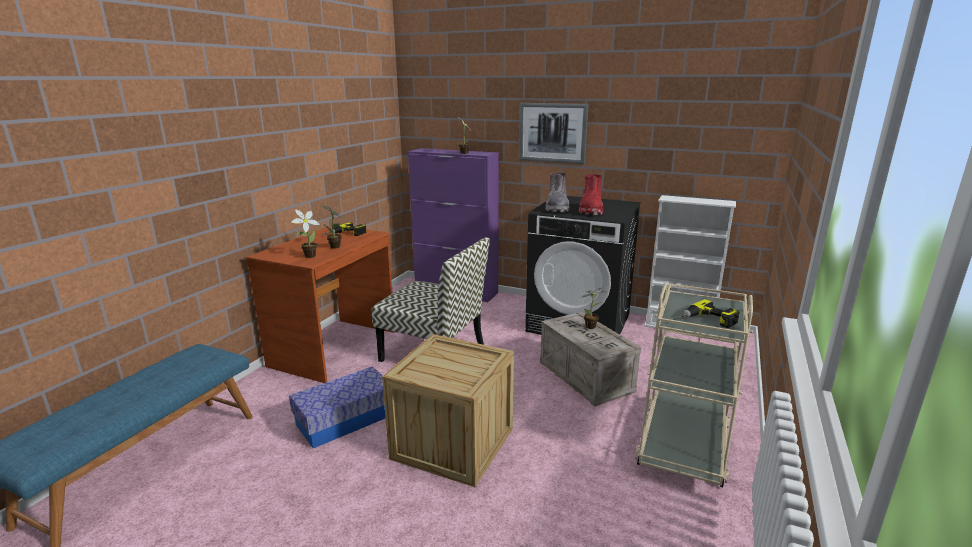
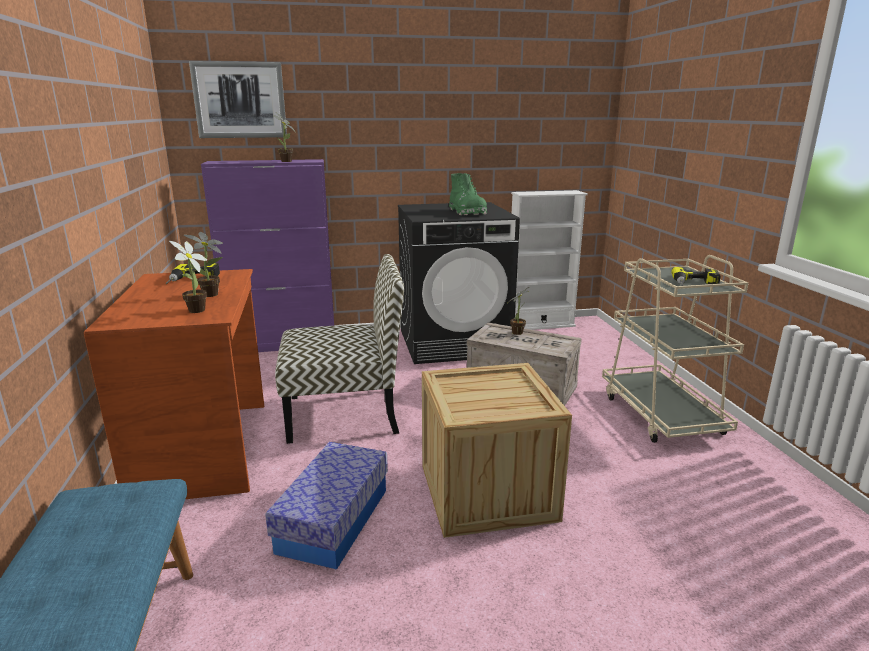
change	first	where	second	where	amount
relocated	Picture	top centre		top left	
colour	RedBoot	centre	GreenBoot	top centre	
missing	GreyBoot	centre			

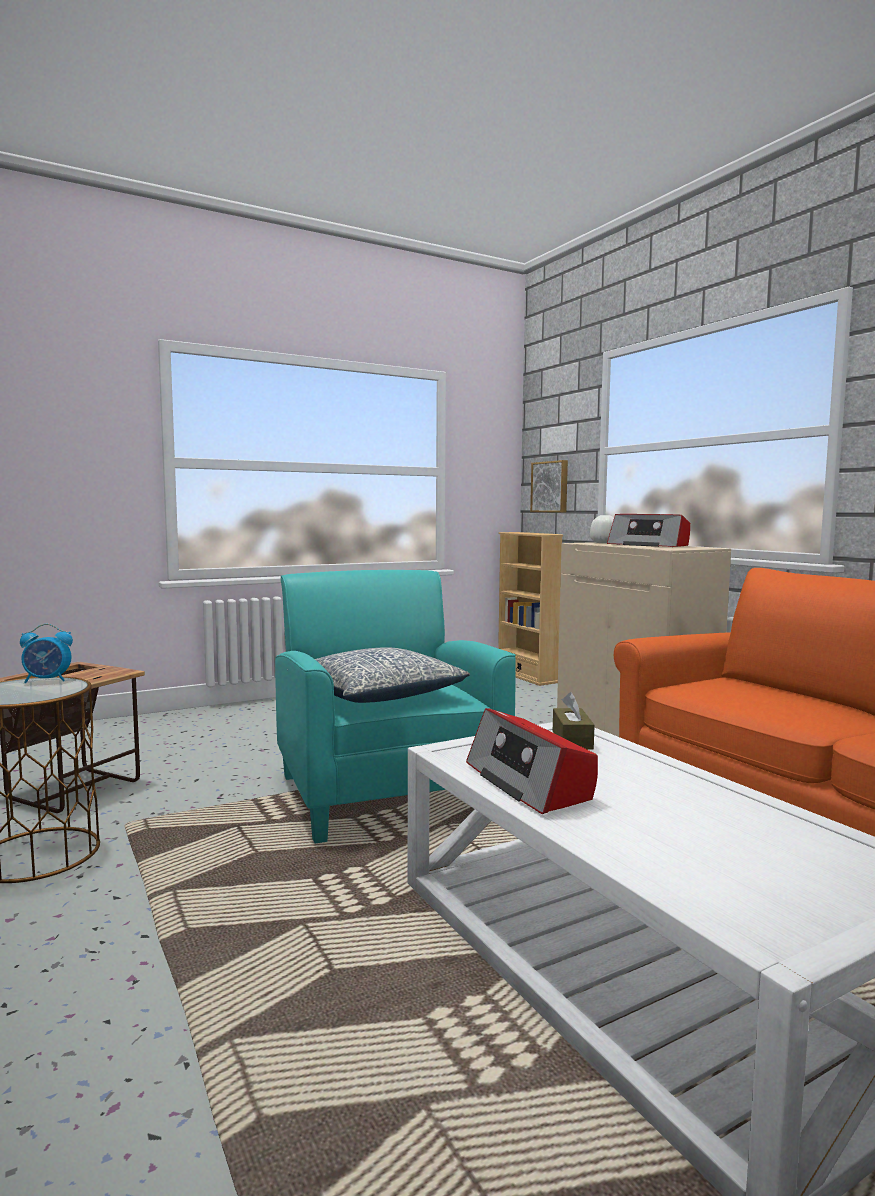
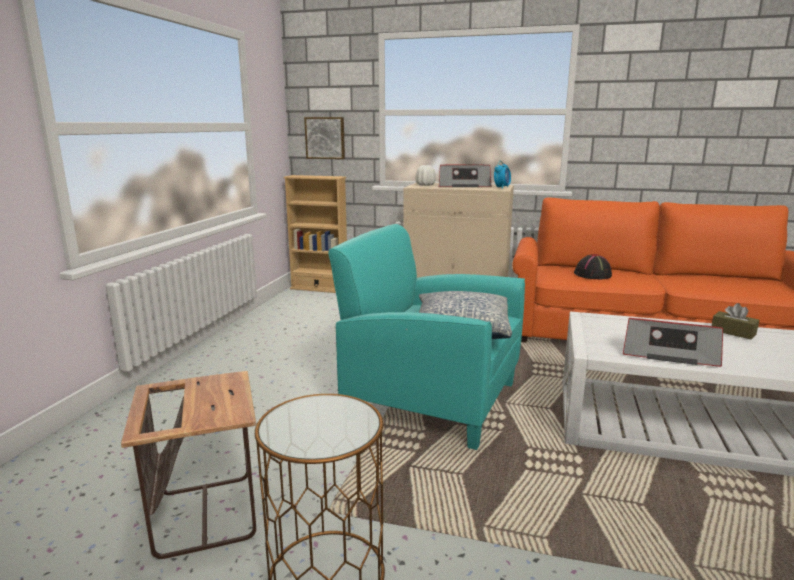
change	first	where	second	where	amount
relocated	AlarmClock	middle left		top centre	
appeared			BlackHat	middle right	
relocated	BrownTissueBox	centre		middle right	

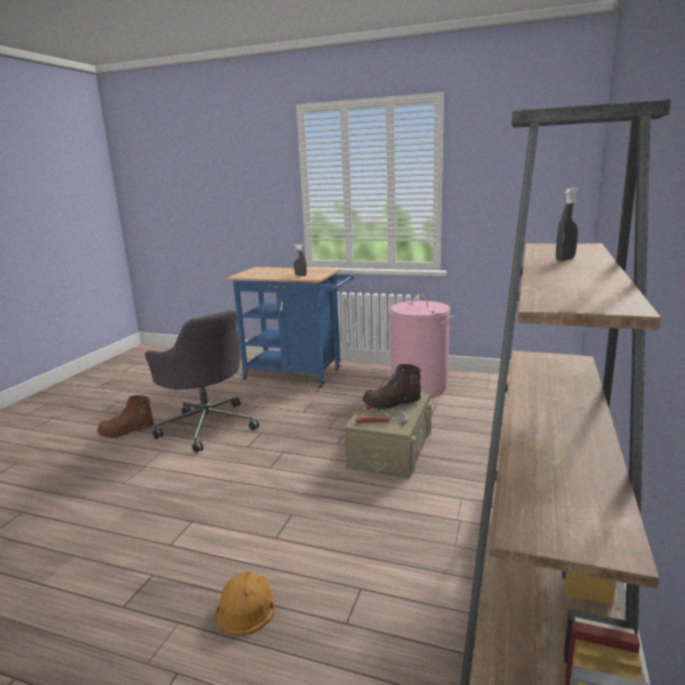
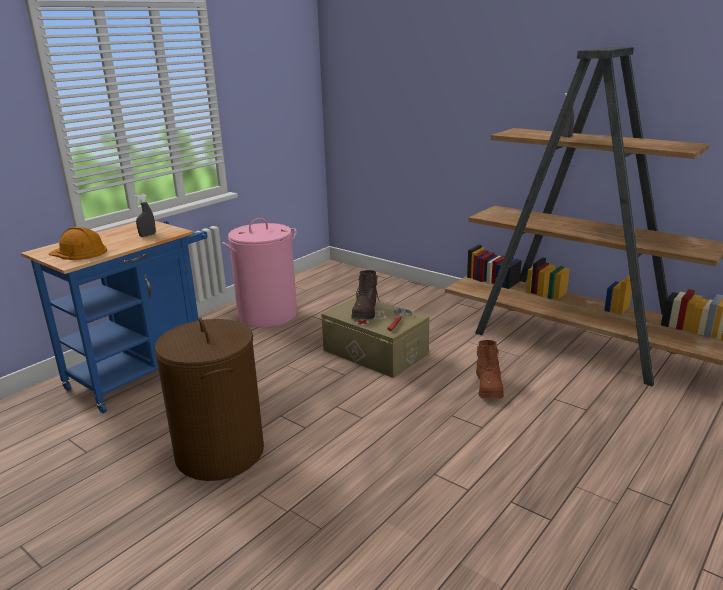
change	first	where	second	where	amount
relocated	OrangeHardHat	bottom centre		middle left	
exchanged	GreyOfficeChair	middle left	BrownLaundryBasket	bottom left	
relocated	BrownBoot (no. 1 from left in the first image)	middle left	BrownBoot (no. 2 from left)	middle right	

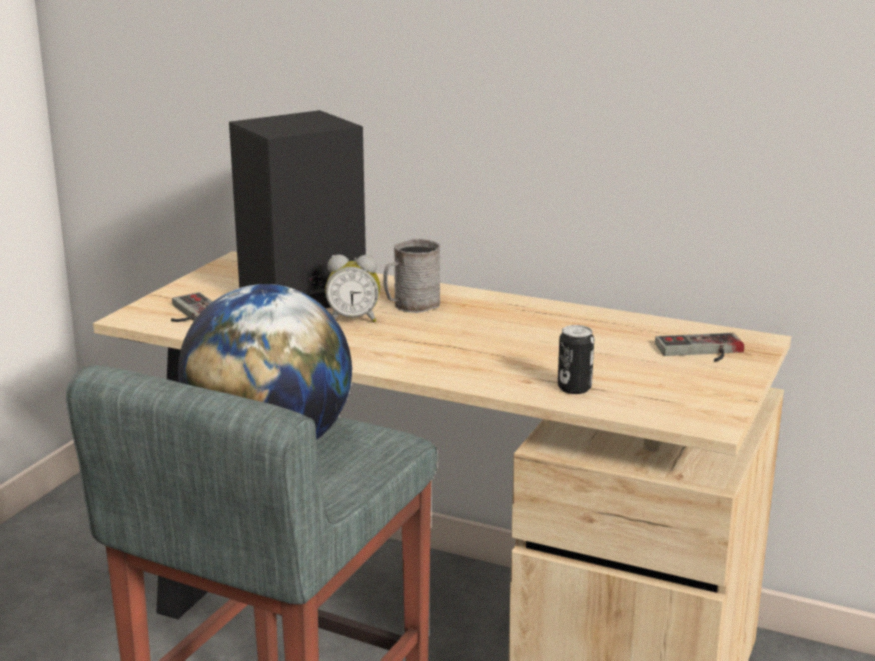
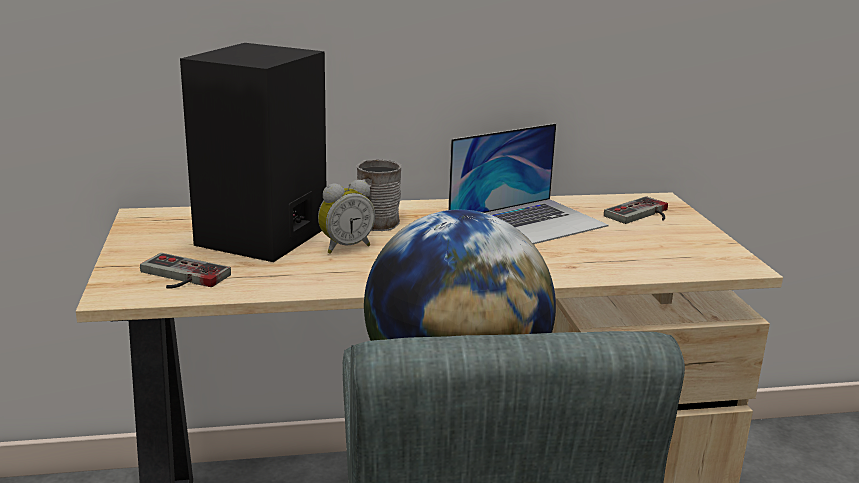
change	first	where	second	where	amount
appeared			Laptop	centre	
missing	Can	centre			

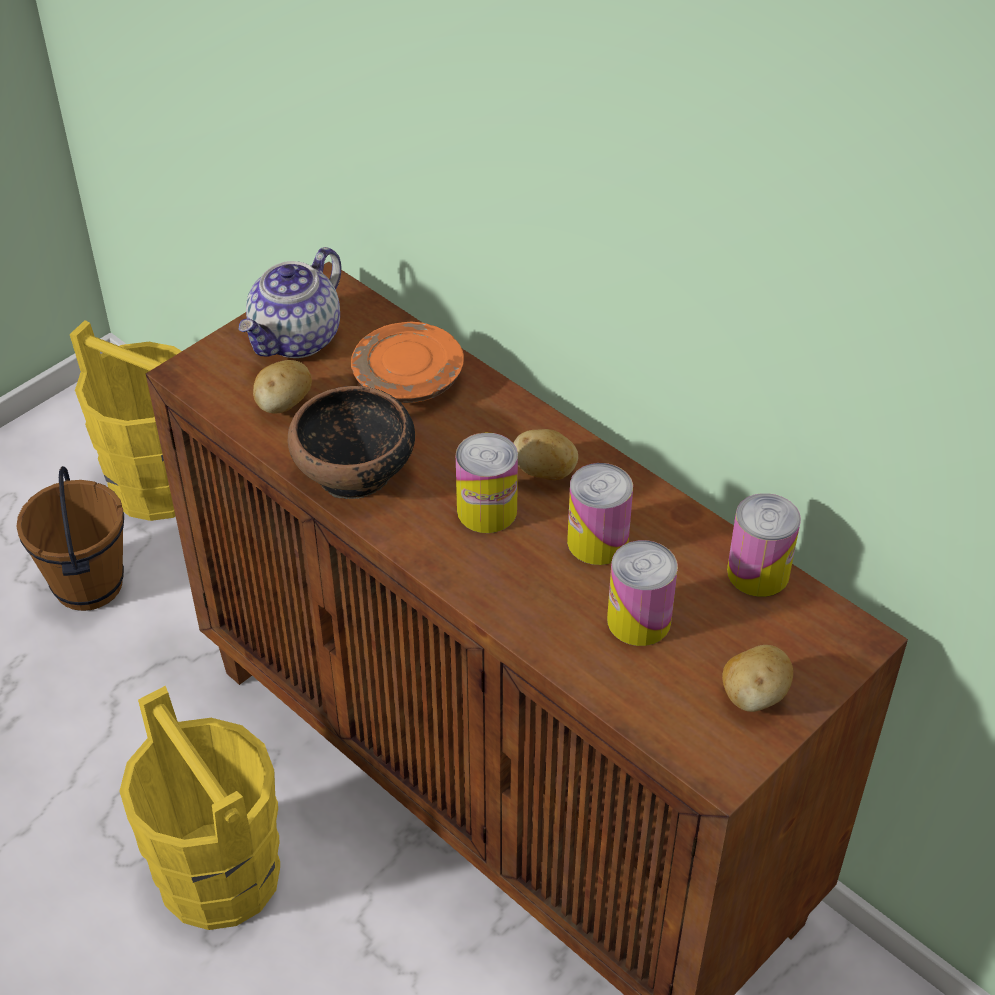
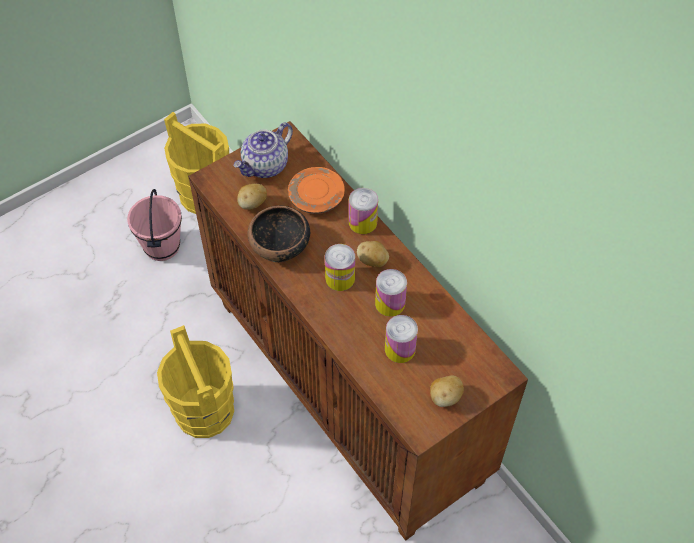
change	first	where	second	where	amount
colour	BrownBucket	middle left	PinkBucket	middle left	
relocated	Can (no. 4 from left in the first image)	middle right	Can (no. 2 from left)	centre	

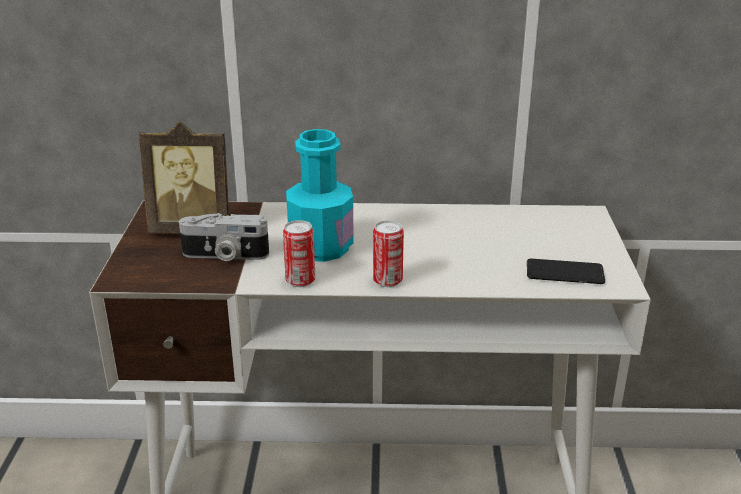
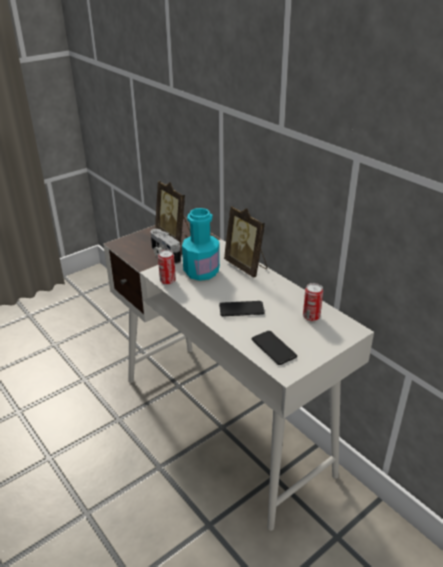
change	first	where	second	where	amount
appeared			Phone (no. 1 from left)	centre	
appeared			PictureFrame (no. 2 from left)	centre	
relocated	Can (no. 2 from left)	centre		middle right	

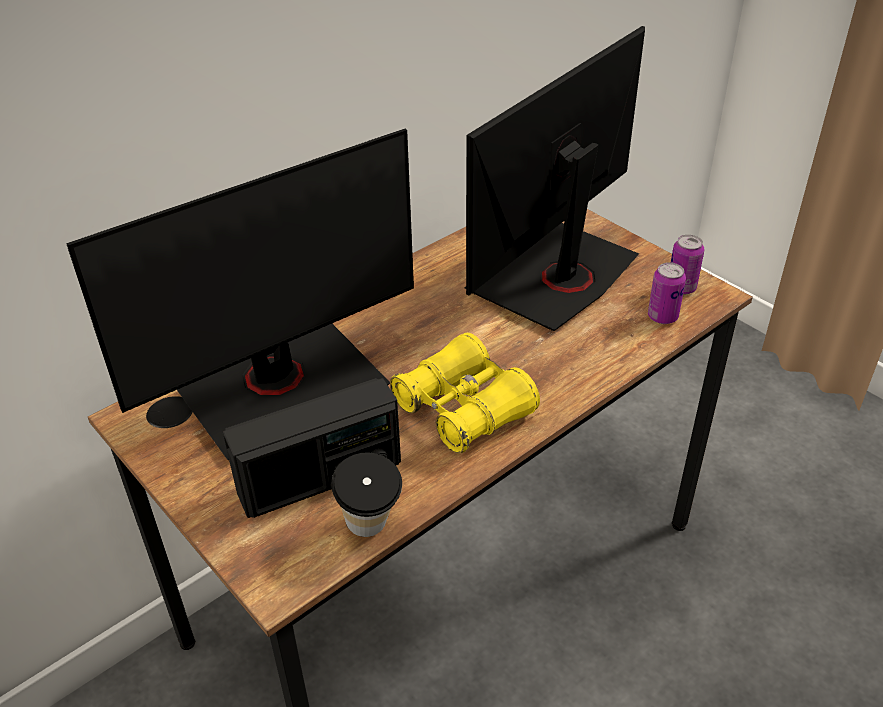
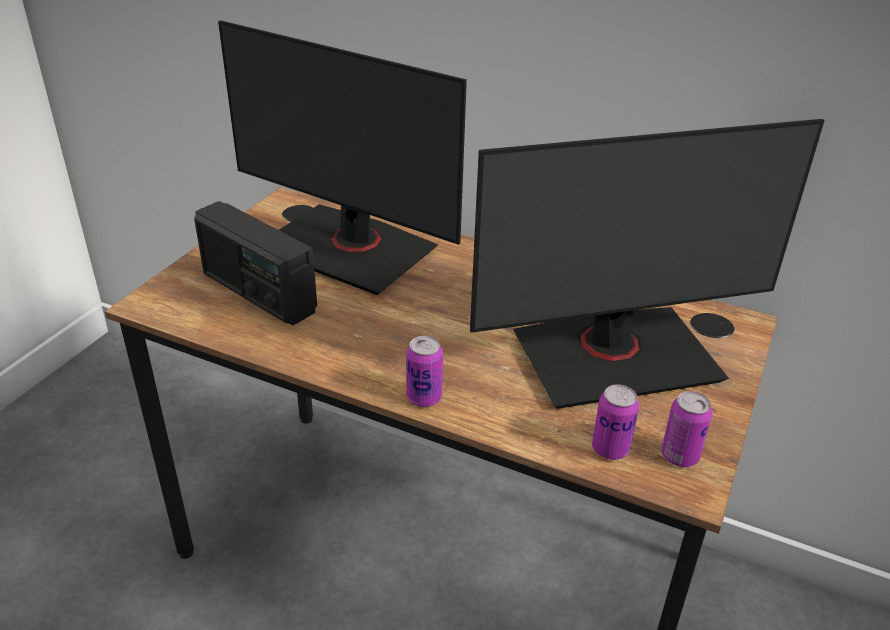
change	first	where	second	where	amount
appeared			Can (no. 1 from left)	centre	
spun	Monitor (no. 2 from left)	top centre		middle right	150 degrees clockwise
missing	Cup	bottom centre			
missing	YellowBinoculars	centre			

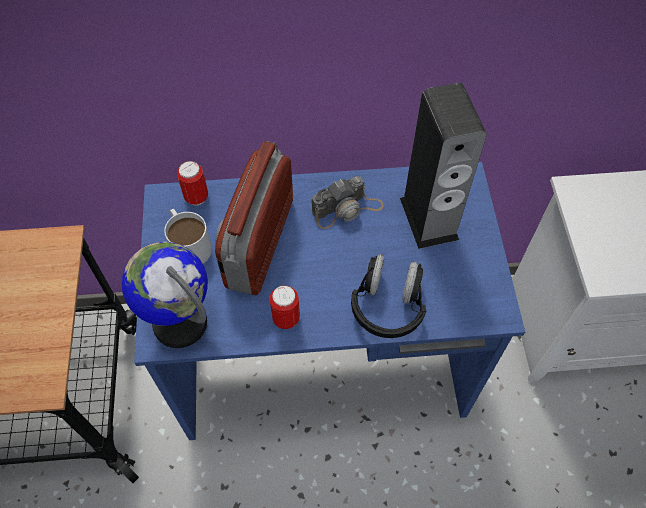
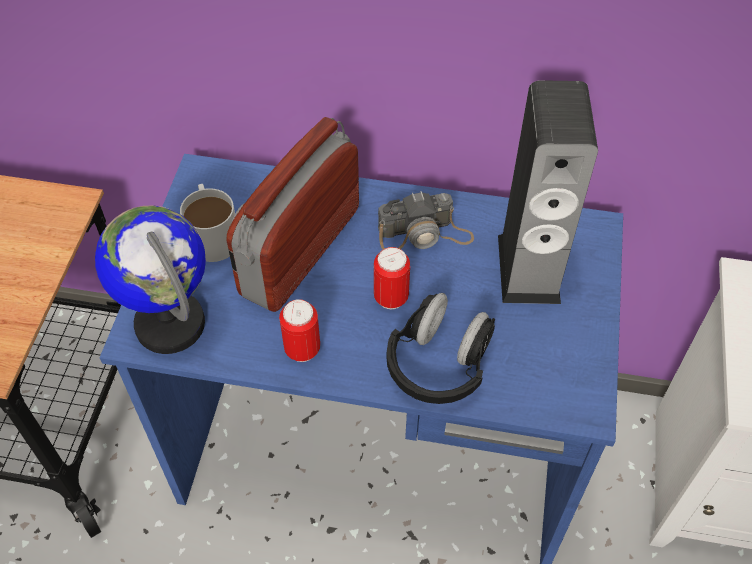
change	first	where	second	where	amount
relocated	Can (no. 1 from left in the first image)	middle left	Can (no. 2 from left)	centre	

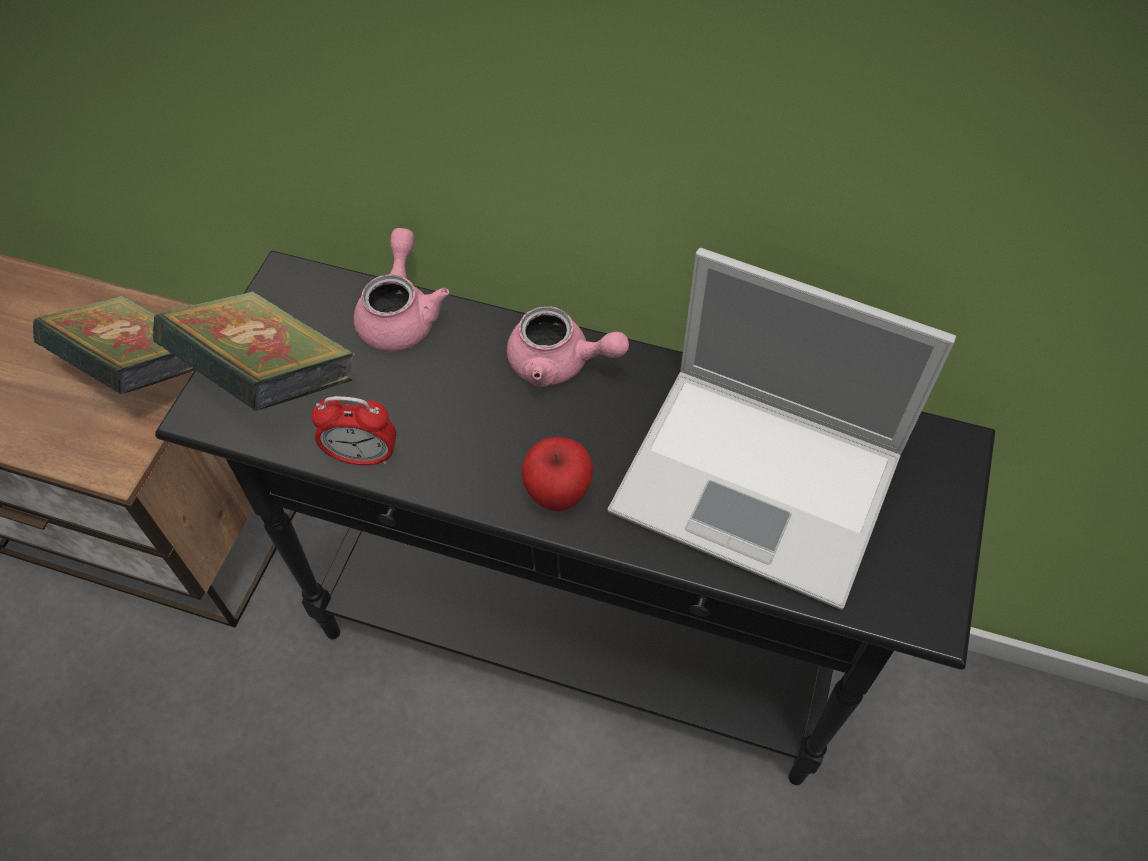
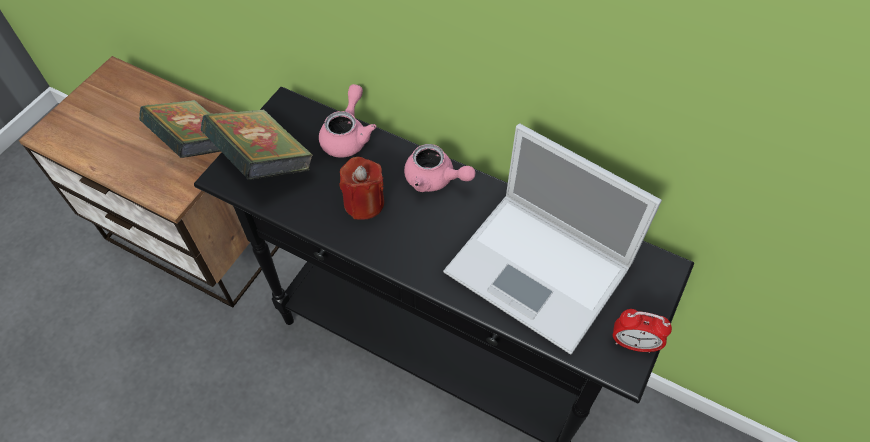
change	first	where	second	where	amount
appeared			RedCandle	centre	
relocated	AlarmClock	middle left		bottom right	
missing	Apple	centre			

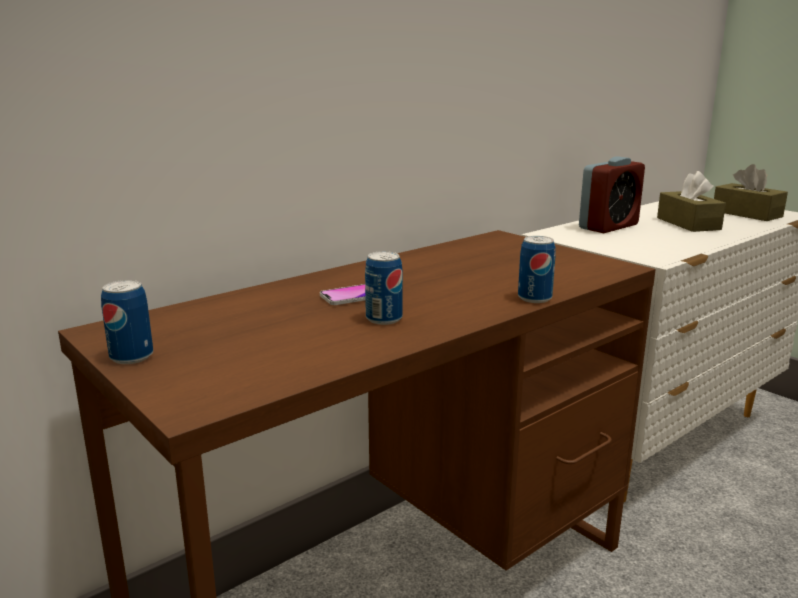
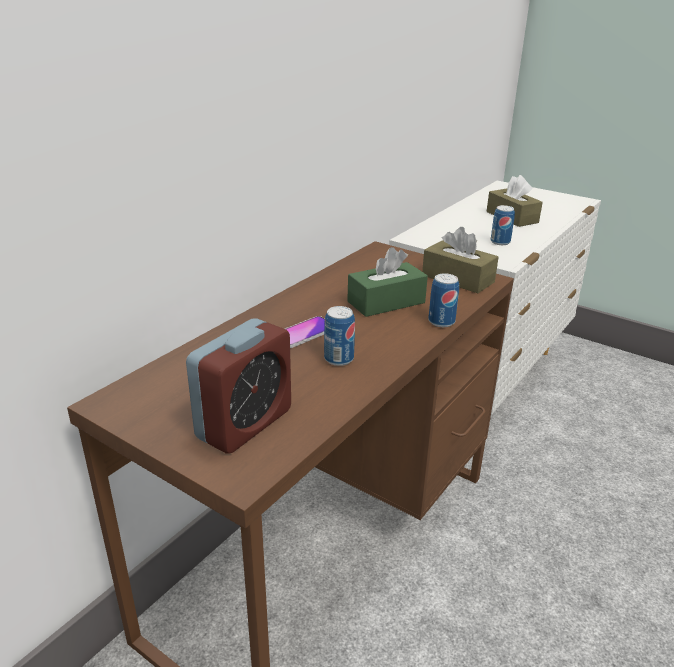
change	first	where	second	where	amount
relocated	AlarmClock	top right		centre	
appeared			GreenTissueBox	centre	
relocated	BrownTissueBox (no. 2 from left in the first image)	top right	BrownTissueBox (no. 1 from left)	middle right	
relocated	Can (no. 1 from left in the first image)	middle left	Can (no. 3 from left)	middle right	

